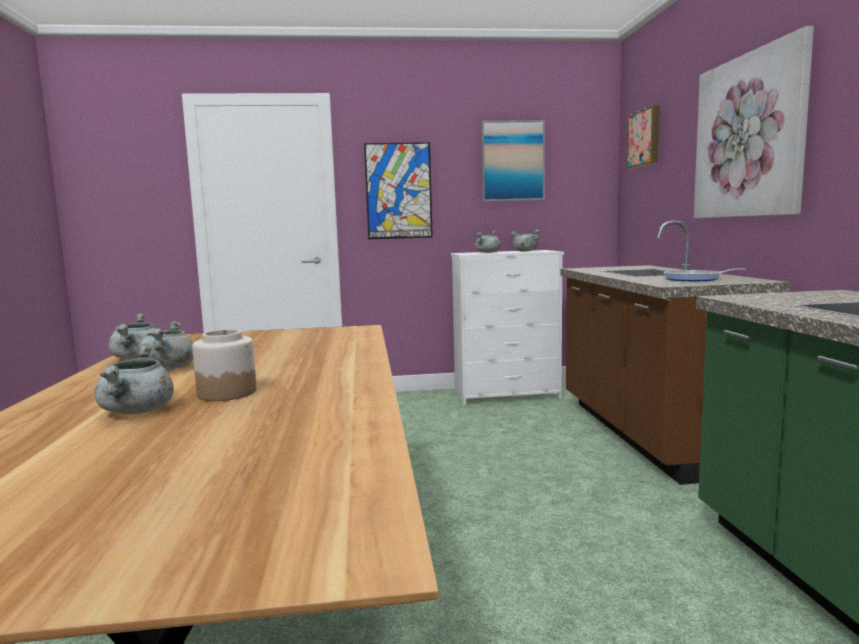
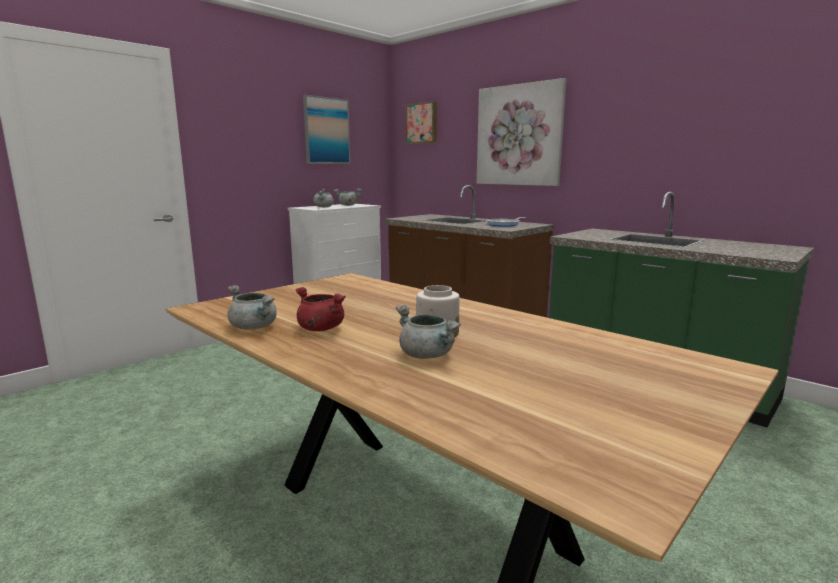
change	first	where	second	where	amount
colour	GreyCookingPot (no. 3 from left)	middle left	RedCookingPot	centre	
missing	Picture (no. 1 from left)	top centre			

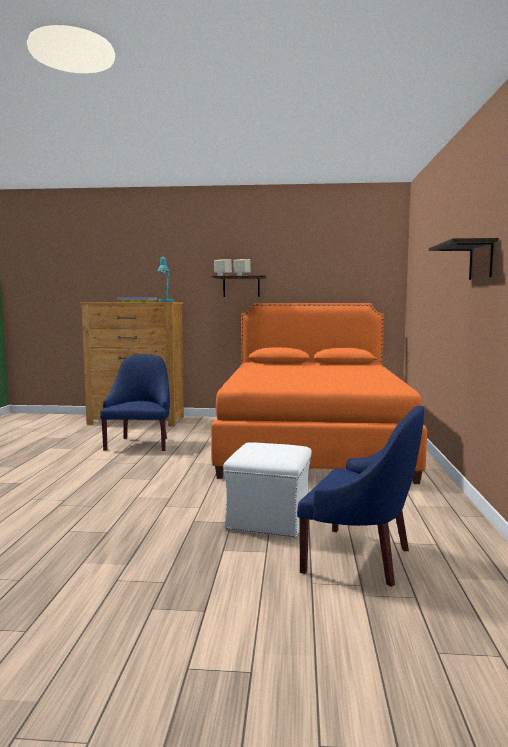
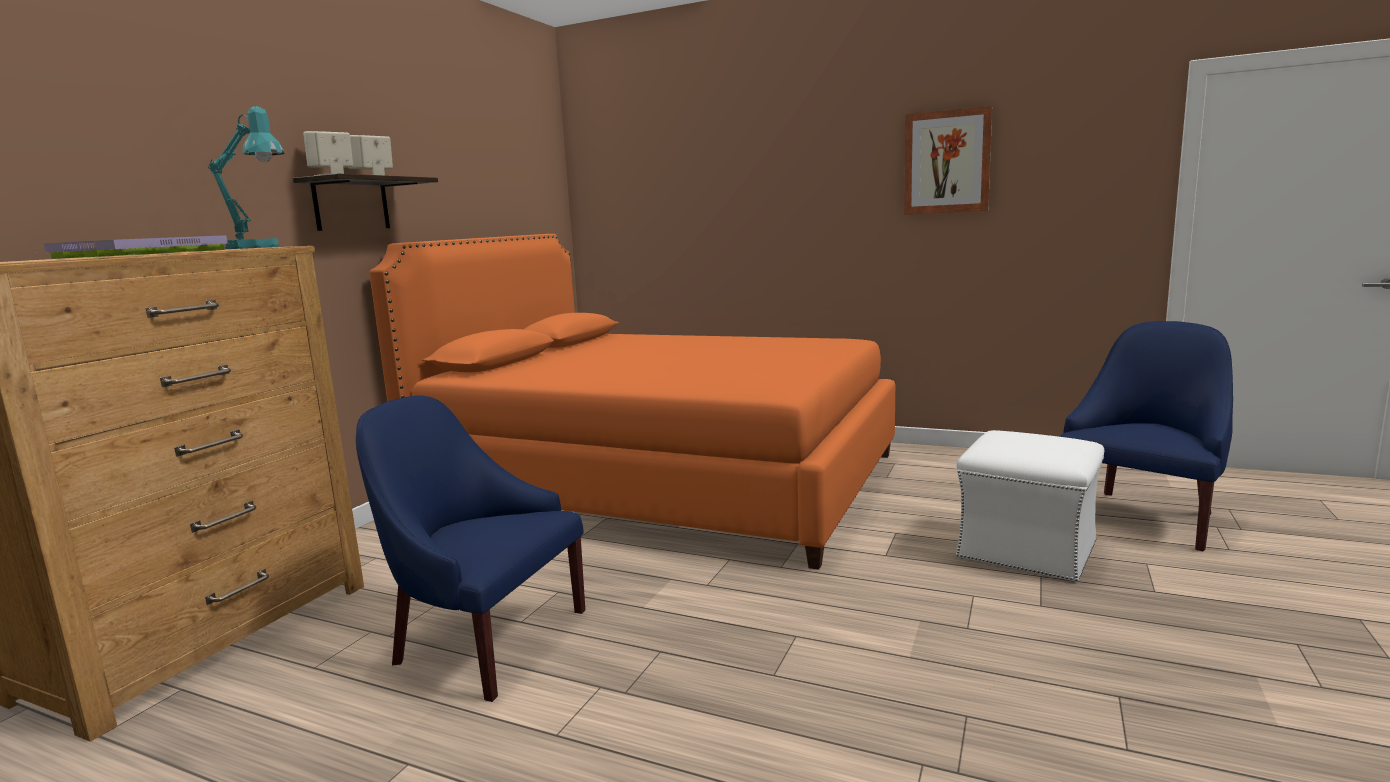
change	first	where	second	where	amount
exchanged	Shelf (no. 2 from left)	middle right	Picture	top right	

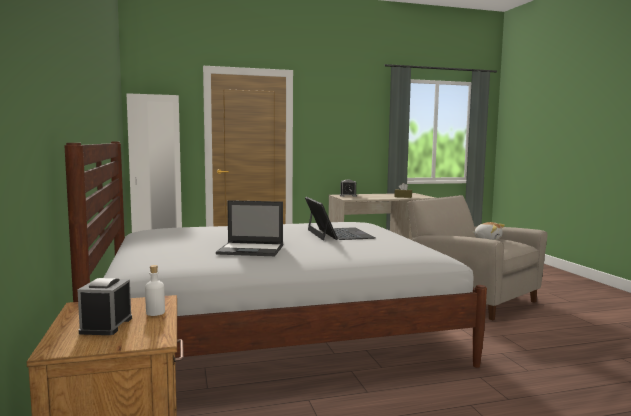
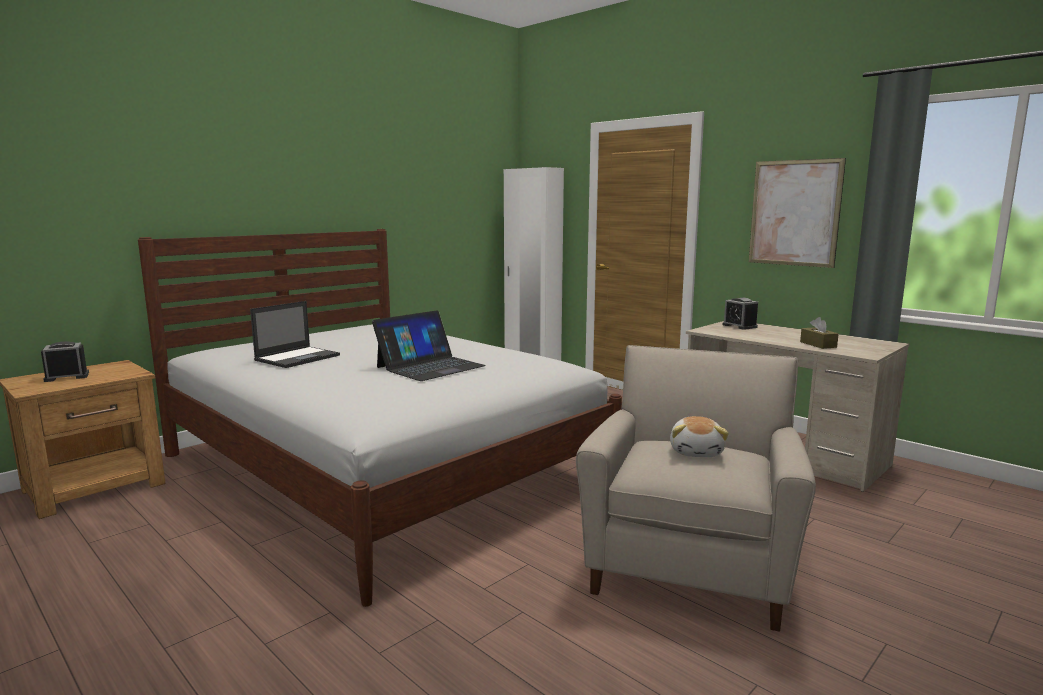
change	first	where	second	where	amount
spun	Laptop (no. 1 from left)	centre		middle left	120 degrees counterclockwise
appeared			Picture	top right	
missing	WhiteBottle	bottom left			

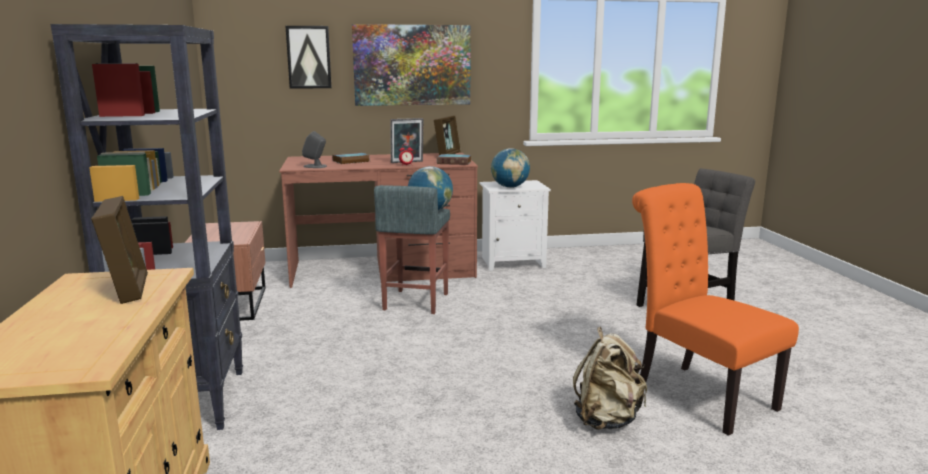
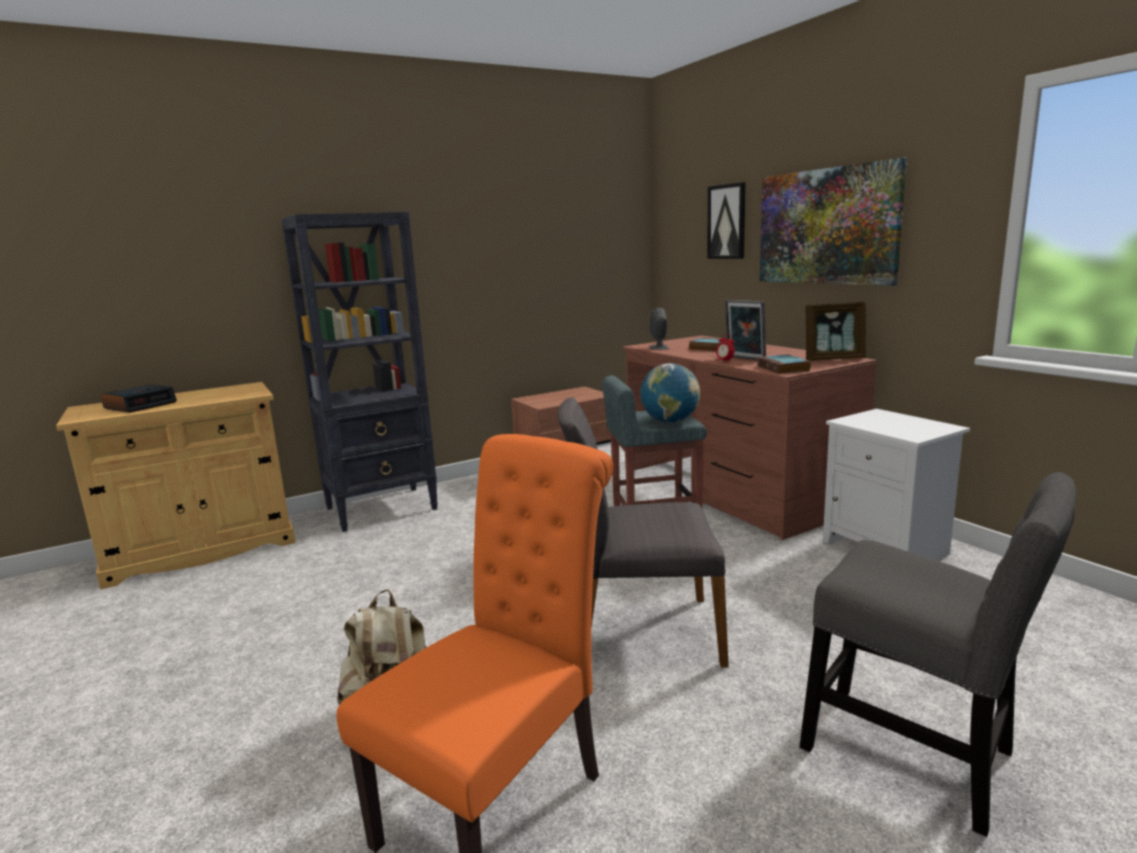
change	first	where	second	where	amount
appeared			AlarmClock (no. 1 from left)	middle left	
appeared			GreyChair (no. 1 from left)	centre	
missing	PictureFrame (no. 1 from left)	middle left			
missing	Globe (no. 2 from left)	centre			

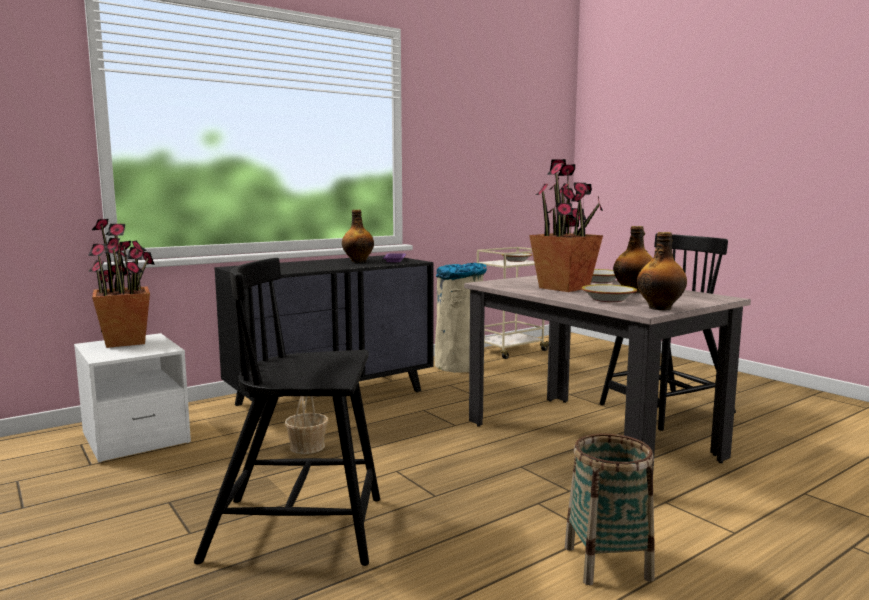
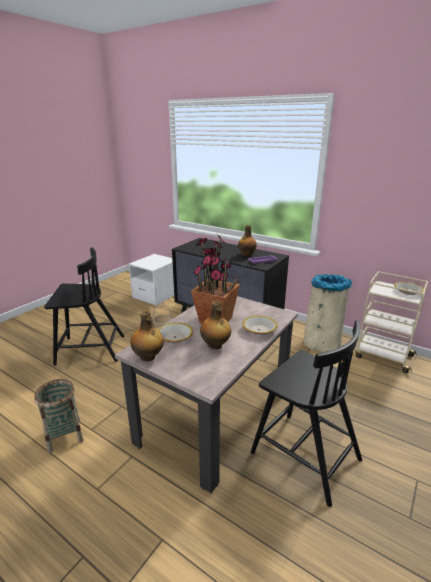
change	first	where	second	where	amount
spun	BlackChair (no. 1 from left)	bottom left		middle left	105 degrees clockwise
missing	PottedPlant (no. 1 from left)	middle left			

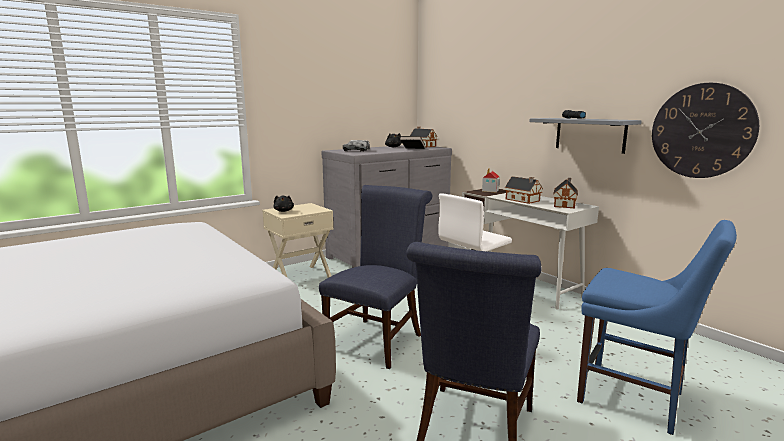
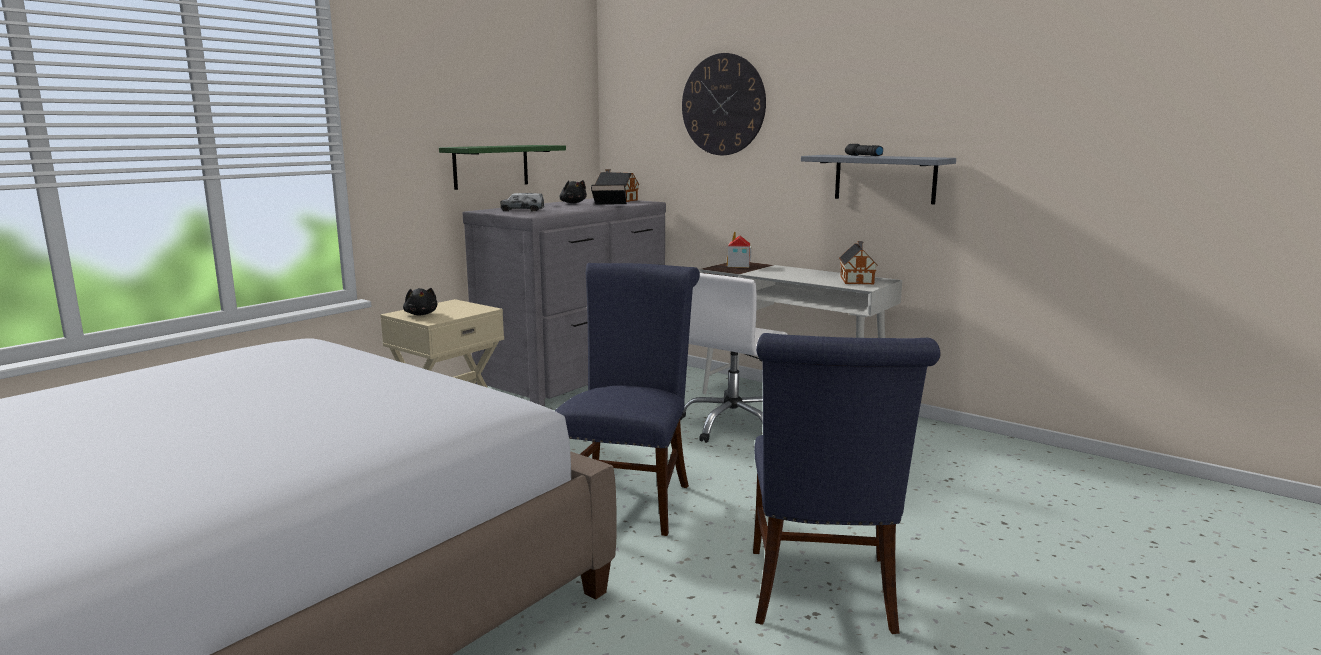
change	first	where	second	where	amount
appeared			GreenShelf	top centre	
relocated	WallClock	top right		top centre	
missing	ToyHouse (no. 3 from left)	middle right			
missing	BlueChair (no. 3 from left)	bottom right			

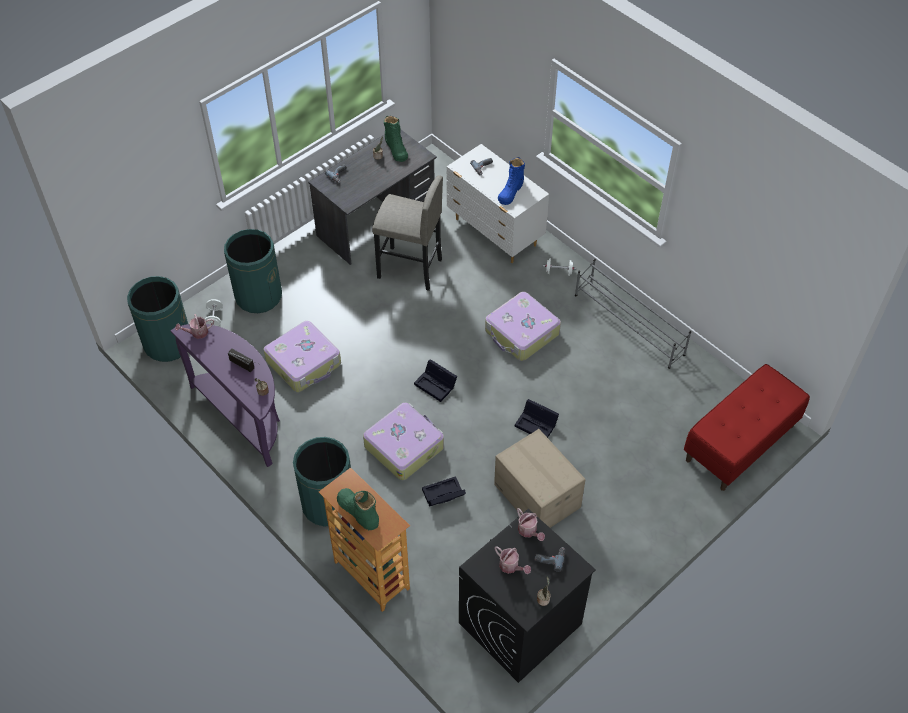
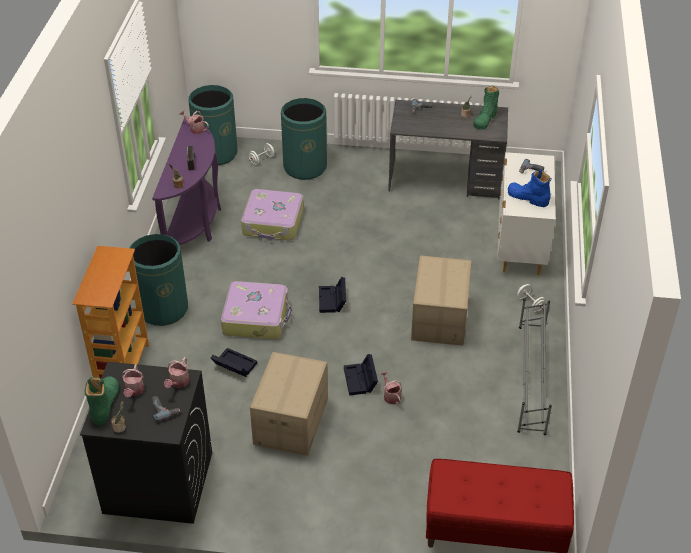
change	first	where	second	where	amount
relocated	GreenBoot (no. 1 from left)	bottom centre		bottom left	
appeared			WateringCan (no. 4 from left)	bottom centre	
exchanged	Suitcase (no. 3 from left)	centre	CardboardBox (no. 2 from left)	centre	
spun	BlueBoot	top centre		middle right	45 degrees clockwise
missing	GreyStool	top centre			

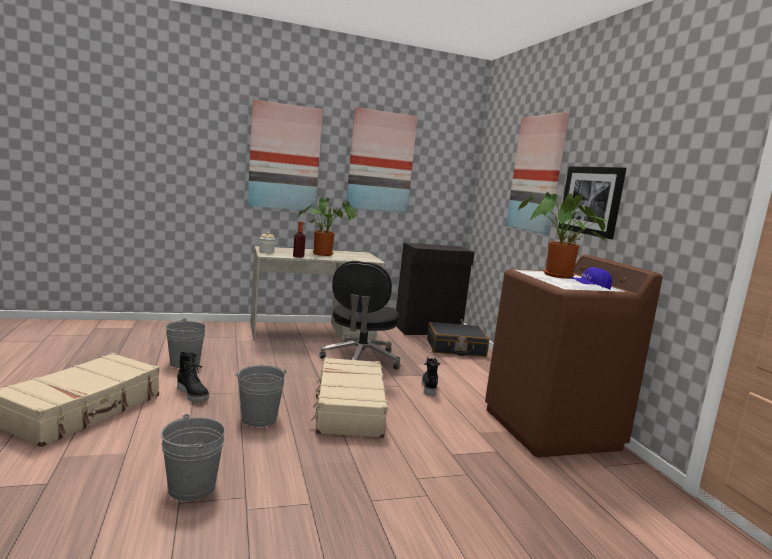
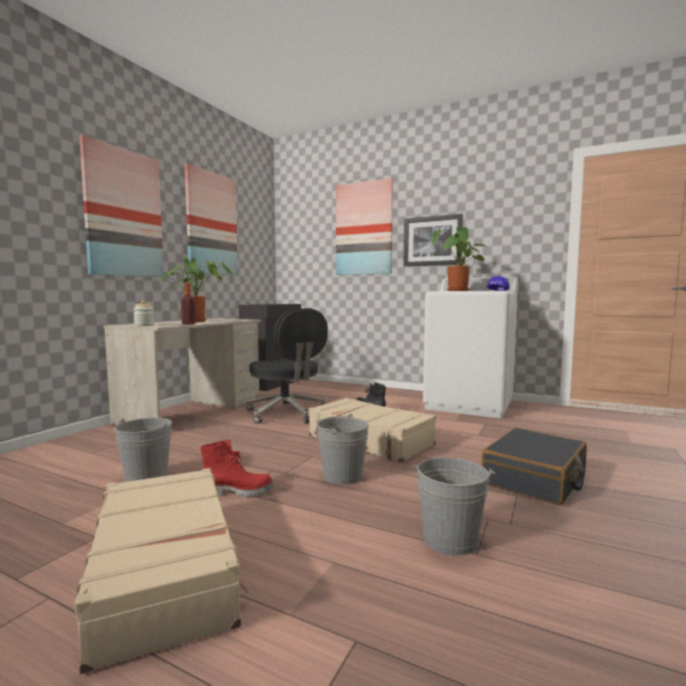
change	first	where	second	where	amount
colour	BlackBoot (no. 1 from left)	bottom left	RedBoot	bottom centre	
colour	BrownWashingMachine	middle right	WhiteWashingMachine	middle right	
relocated	BlackSuitcase	centre		bottom right	

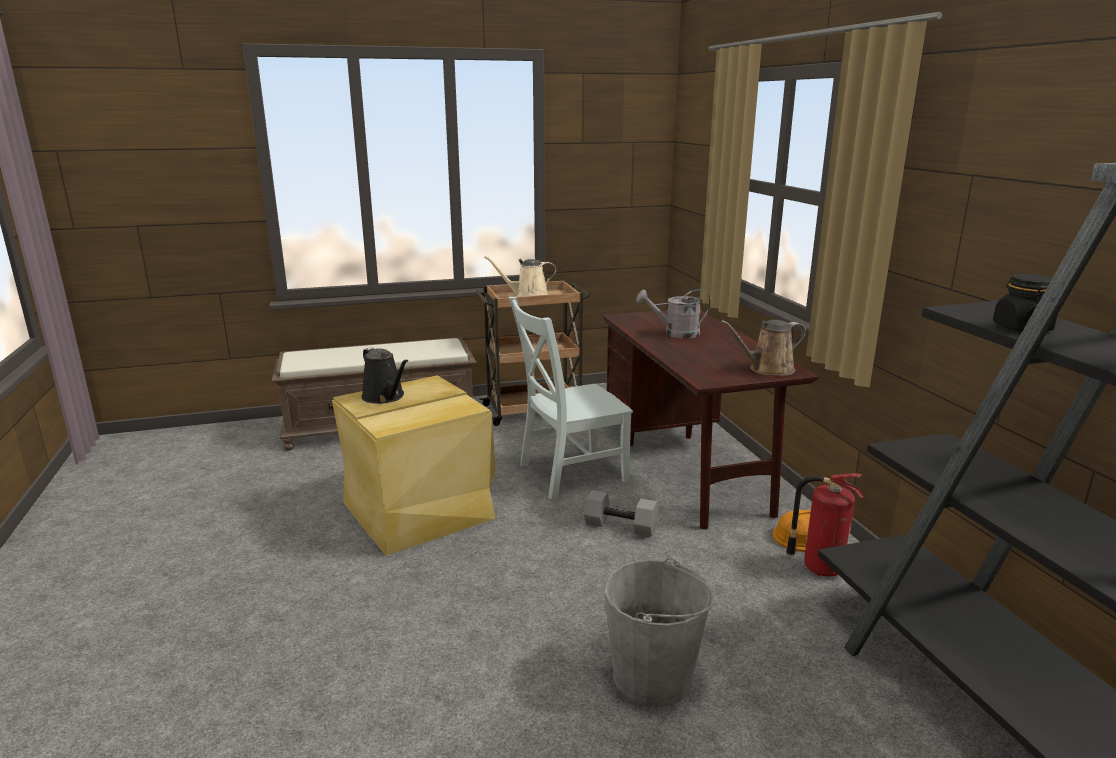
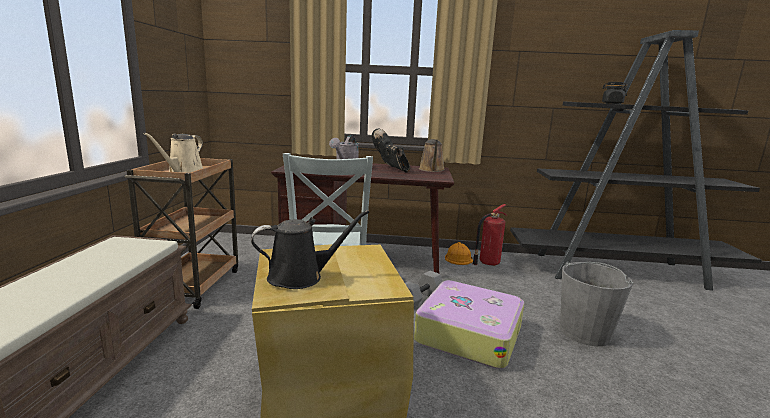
change	first	where	second	where	amount
appeared			BlackBoot	centre	
appeared			Suitcase	bottom centre	

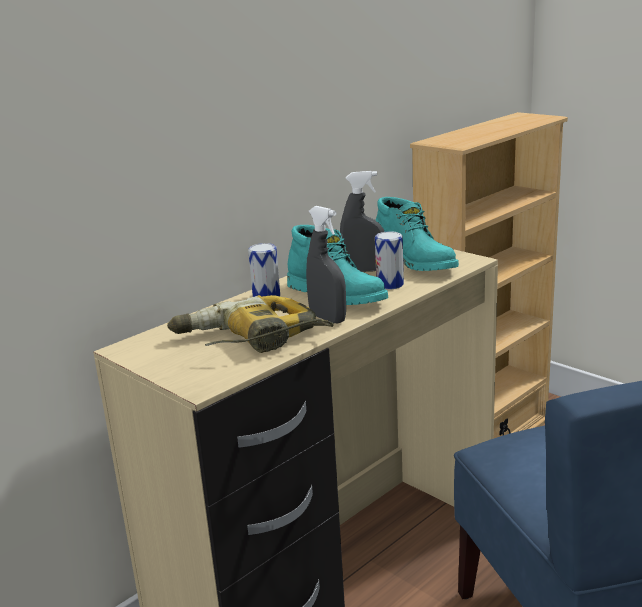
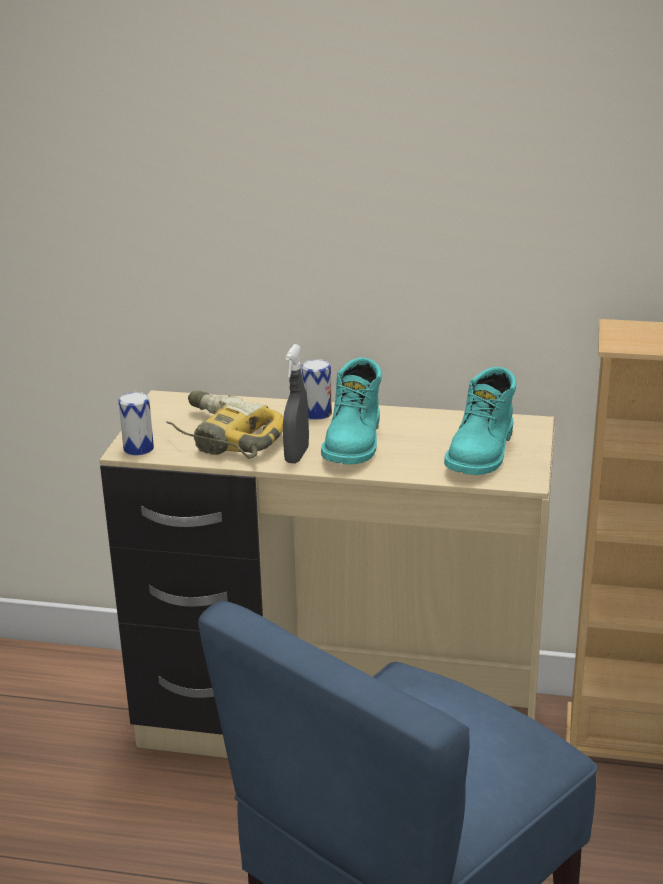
change	first	where	second	where	amount
relocated	Can (no. 2 from left in the first image)	centre	Can (no. 1 from left)	middle left	
missing	GreySprayBottle (no. 2 from left)	centre			

